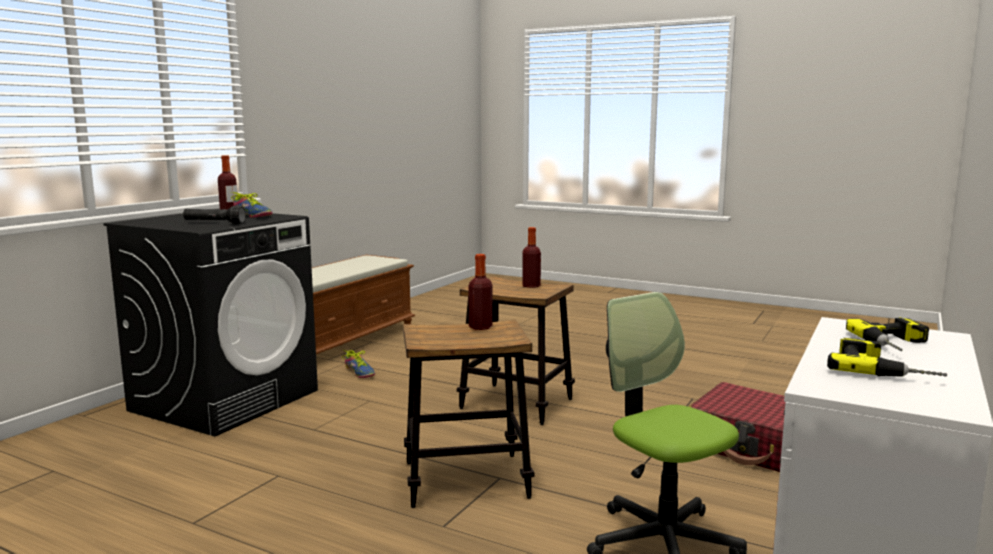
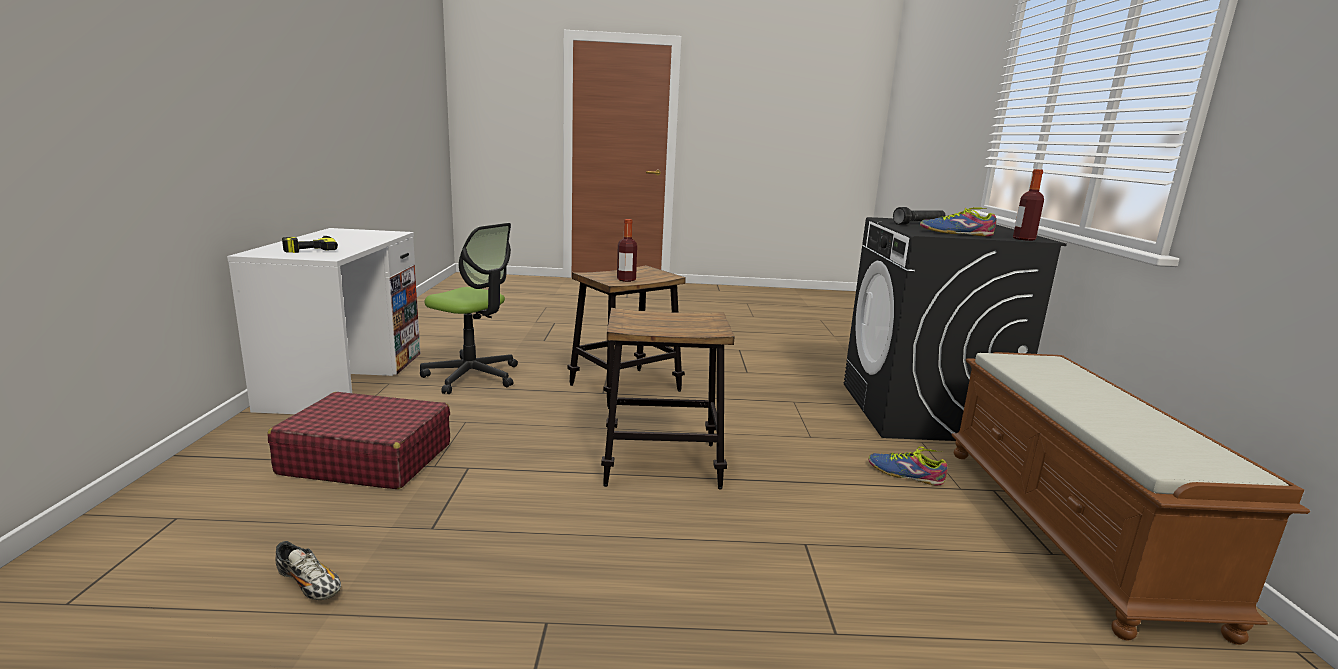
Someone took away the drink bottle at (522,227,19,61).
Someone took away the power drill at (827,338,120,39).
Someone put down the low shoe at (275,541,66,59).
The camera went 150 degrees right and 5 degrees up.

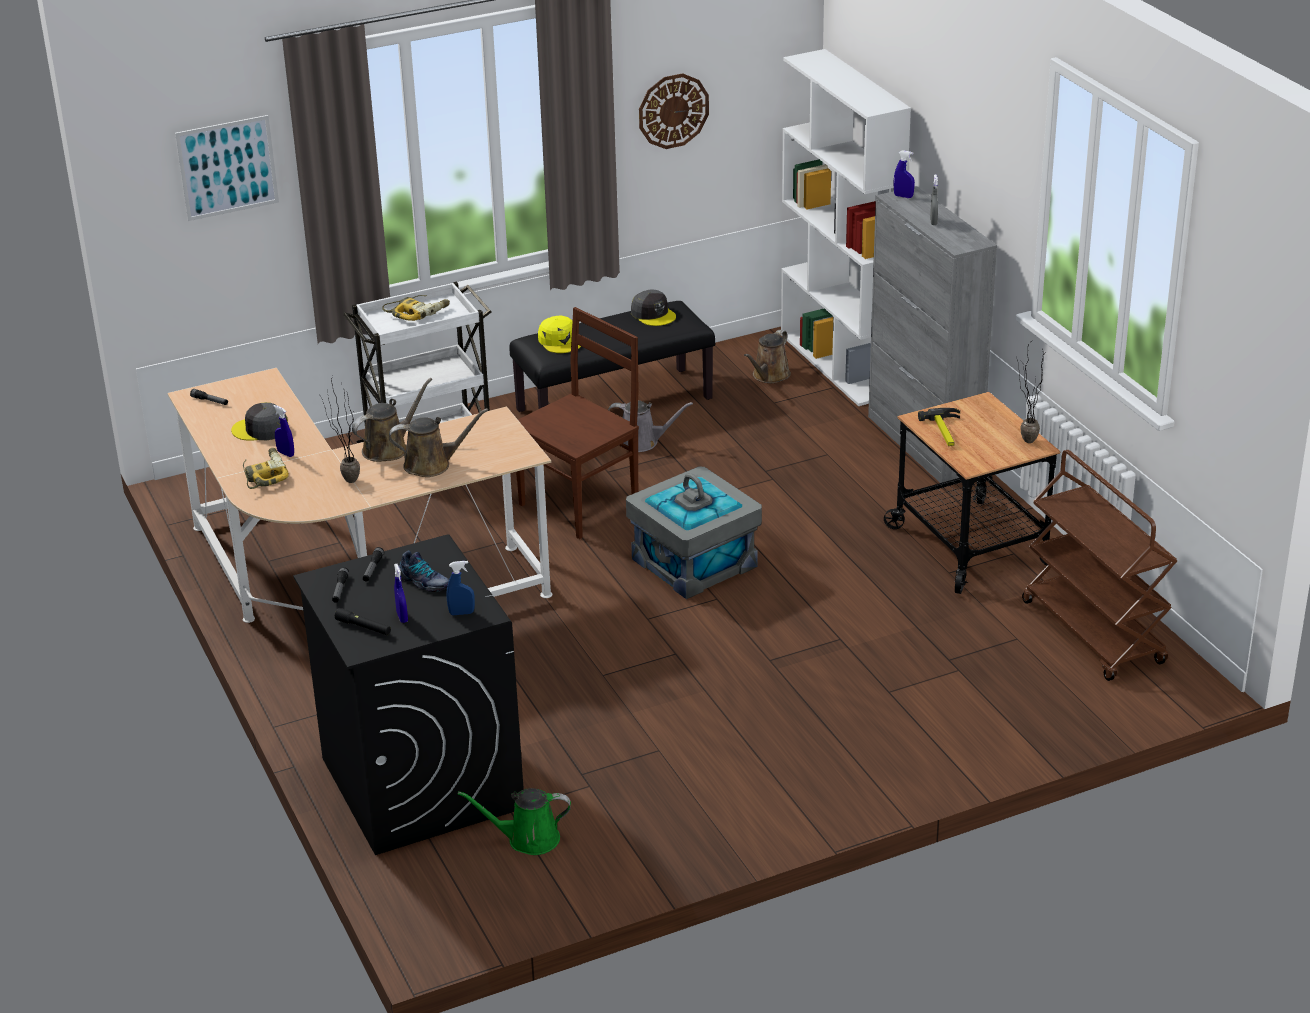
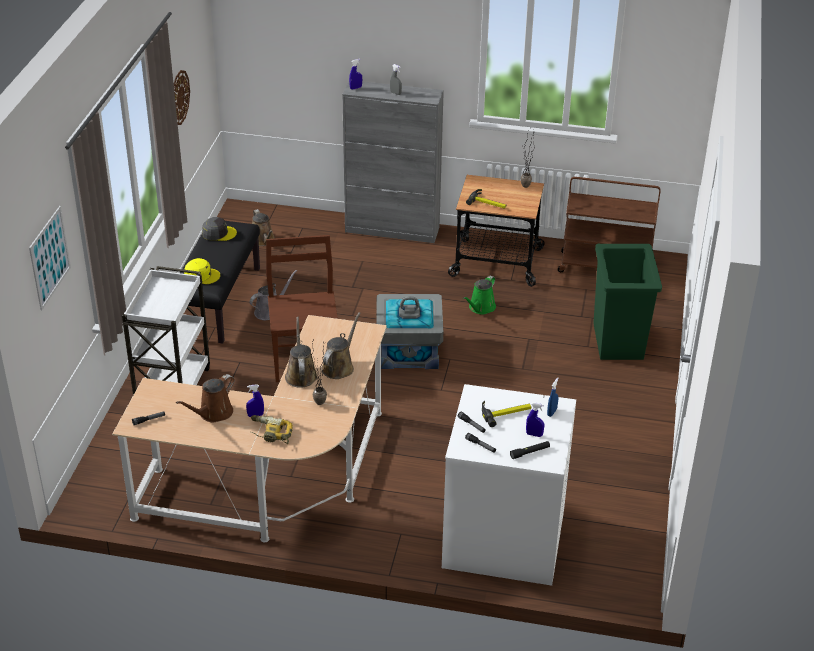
Someone took away the power drill at (382,295,68,26).
Someone took away the bookcase in white-coloured at (781,49,130,357).
Someone put down the waste bin in green at (593,244,69,116).
Someone carried the sprinkling can in green from (458,788,113,67) to (463,276,33,38).
Someone swapped the baseball cap in grey at (231,402,57,38) for the sprinkling can in brown-coloured at (176,374,58,48).
Someone swapped the low shoe at (399,551,50,41) for the hand hammer at (482,401,49,26).
Someone repainted the laundry machine in black-coloured at (293,534,231,321), which became the laundry machine in white-coloured at (442,384,134,202).
The camera went 55 degrees left and 5 degrees up.

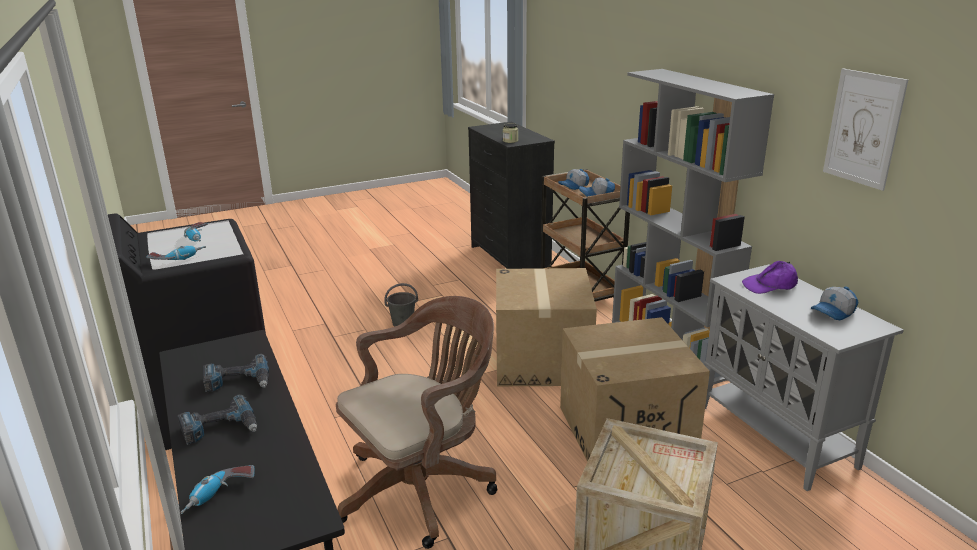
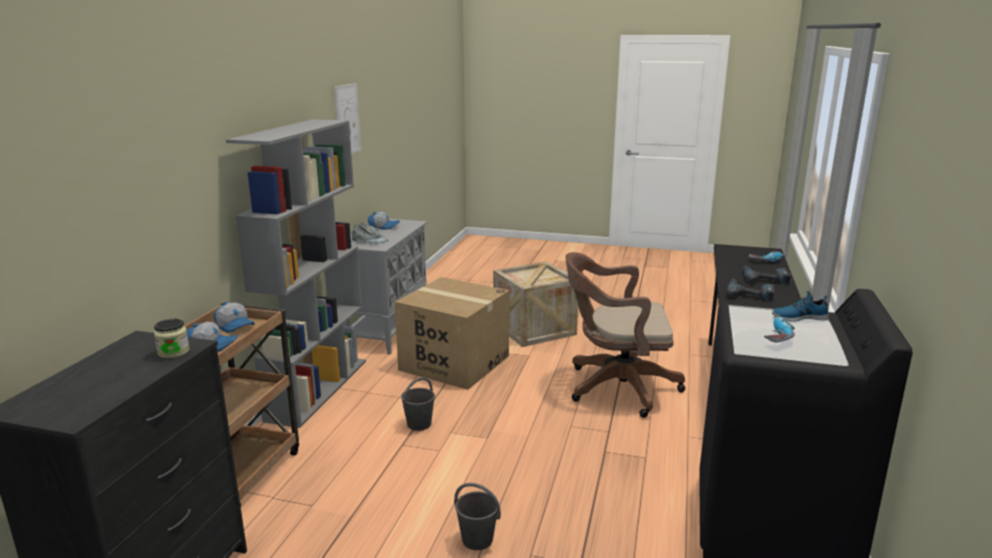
Someone swapped the power drill at (146,246,60,14) for the low shoe at (772,290,57,32).
Someone swapped the carton at (496,268,101,118) for the pail in grey at (401,377,34,54).
Someone repainted the baseball cap in purplish at (742,261,56,33), which became the baseball cap in grey at (352,223,37,21).
The camera went 140 degrees left and 5 degrees down.

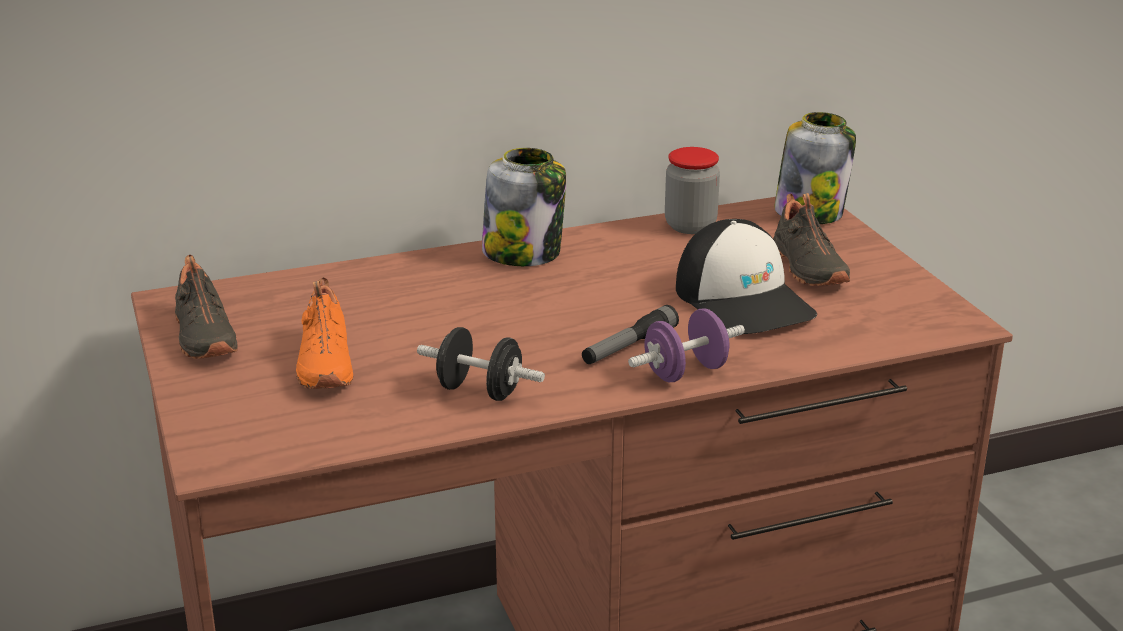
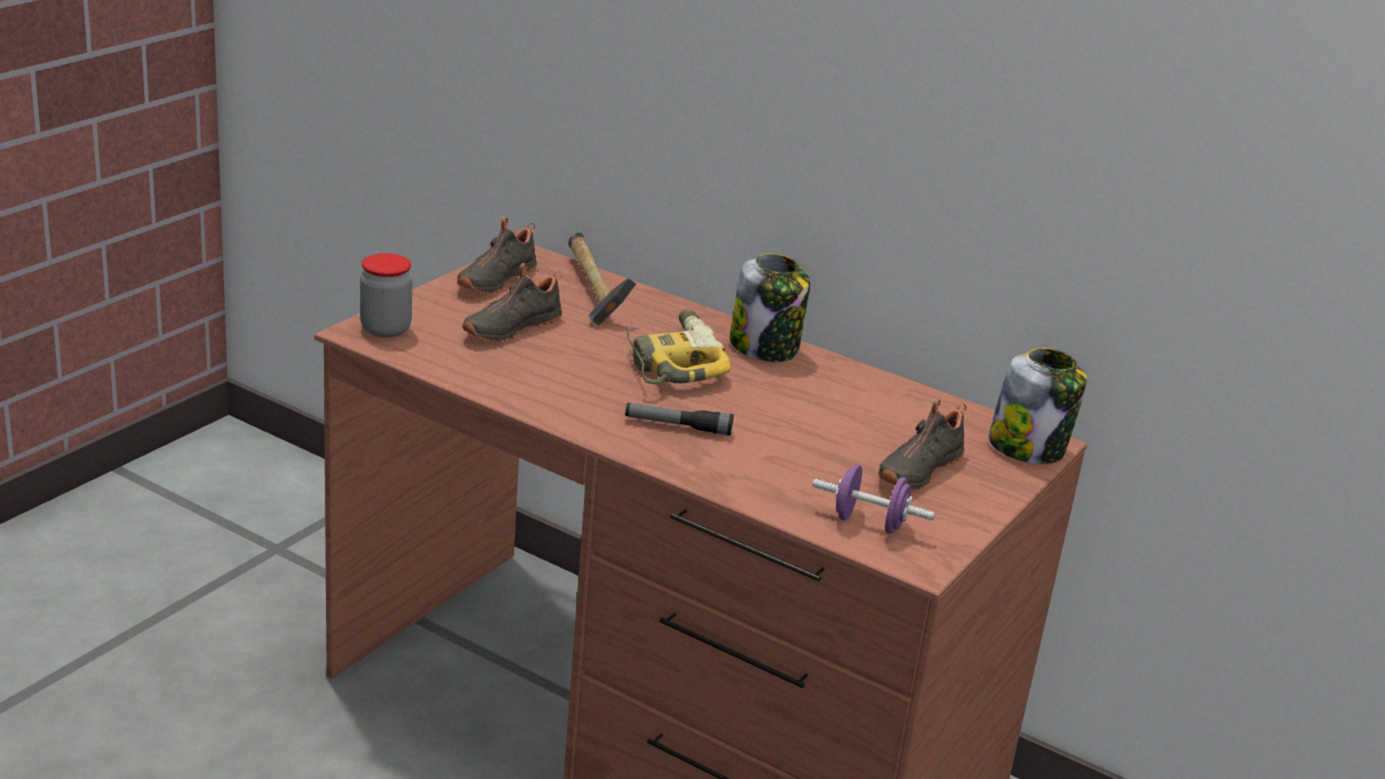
Someone took away the dumbbell in black-coloured at (417,327,128,74).
Someone took away the baseball cap at (676,219,141,115).
Someone put down the hand hammer at (568,233,68,92).
Someone put down the power drill at (627,308,104,76).
Someone carried the dumbbell in purplish from (628,308,117,74) to (813,464,122,70).
Someone carried the preserve jar from (665,147,55,87) to (360,253,53,85).
Someone repainted the low shoe in orange-coloured at (296,277,58,112), which became the low shoe in black-coloured at (463,263,99,79).
The camera went 50 degrees right and 0 degrees up.

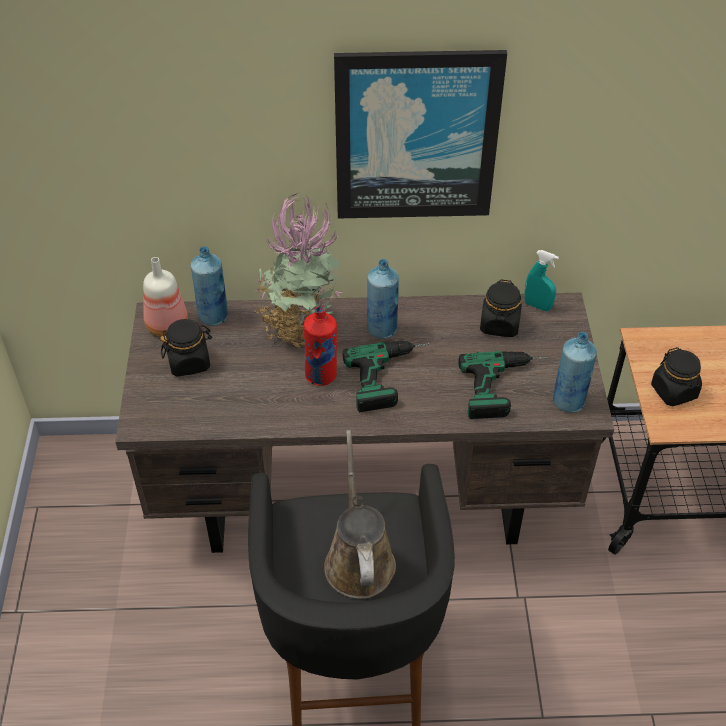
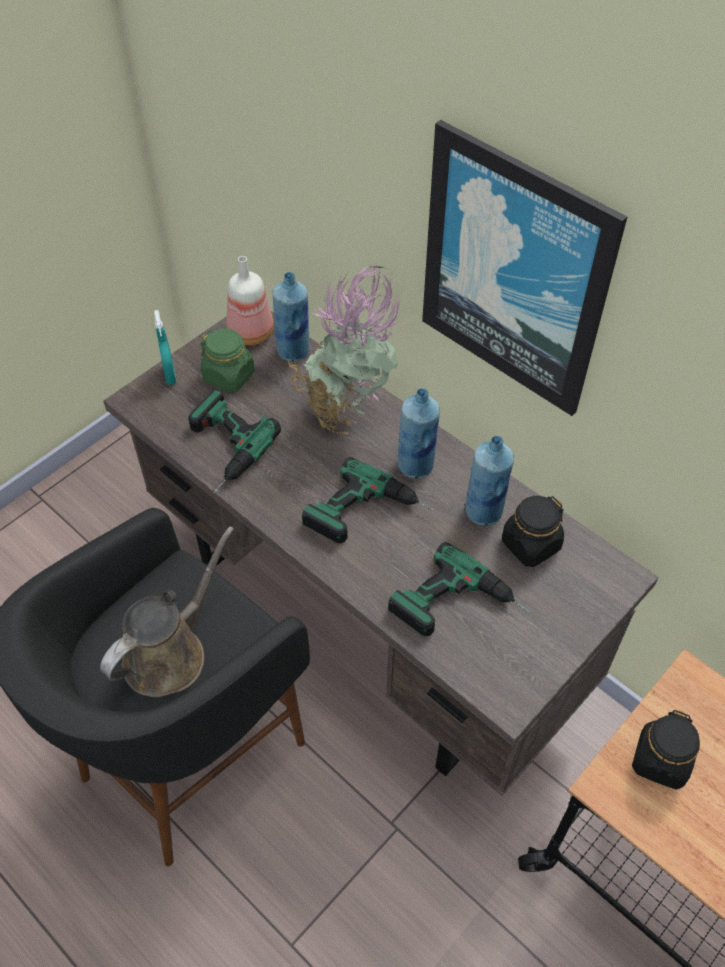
Someone took away the drink bottle in red at (304,306,33,80).
Someone put down the power drill at (188,390,93,103).
Someone carried the hand sprayer in blue-green from (524,250,35,61) to (154,310,22,75).
Someone carried the drink bottle in blue from (553,332,44,81) to (465,436,49,89).
Someone repainted the preserve jar in black-coloured at (160,319,52,58), which became the preserve jar in green at (200,328,55,65).
The camera went 45 degrees right and 5 degrees up.

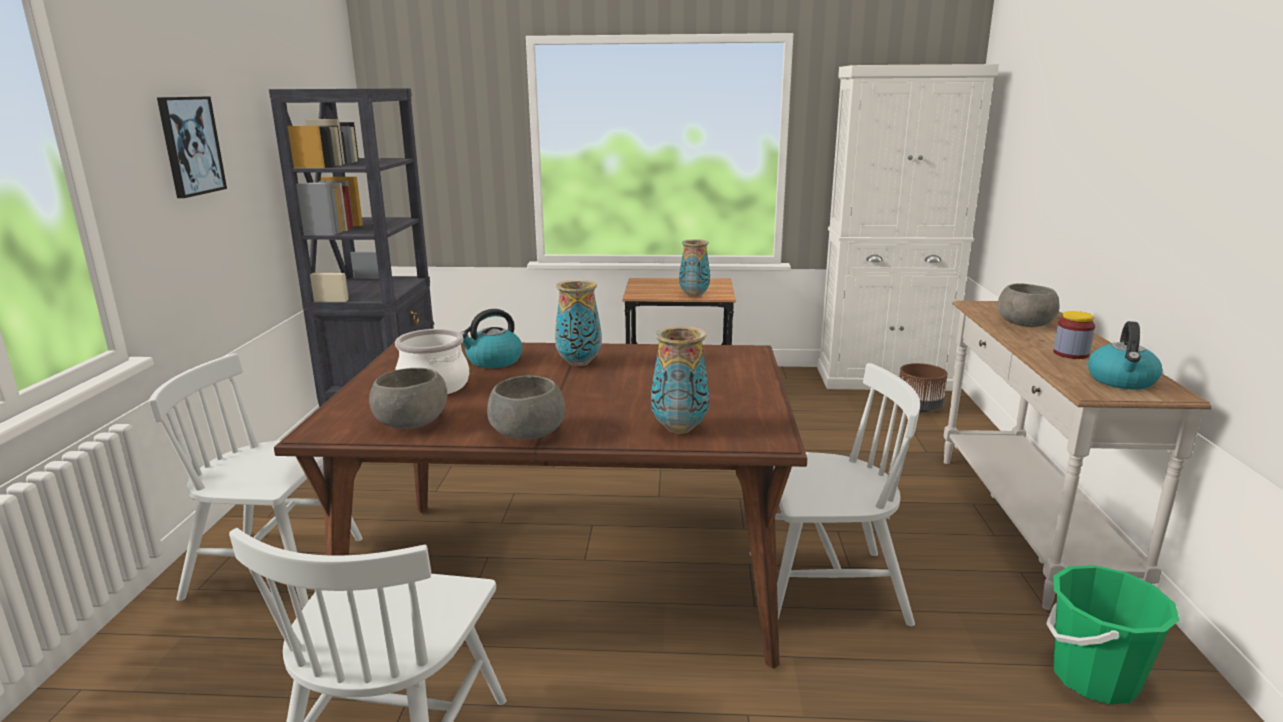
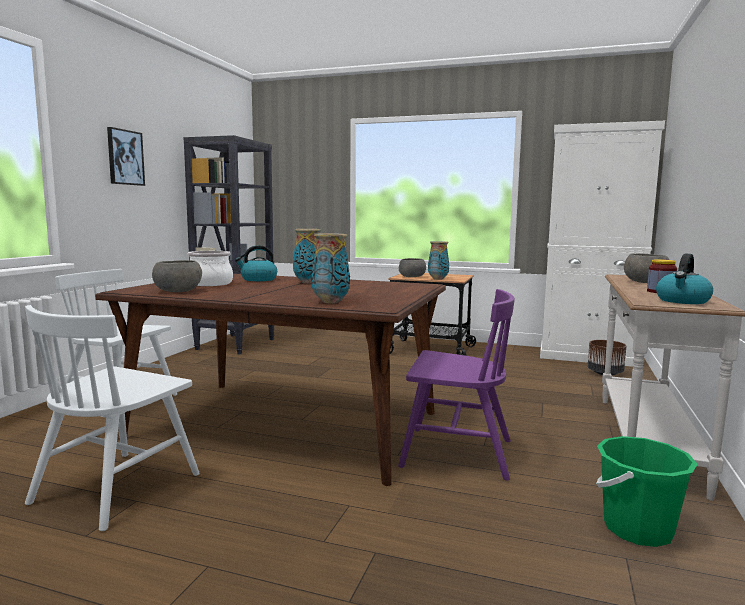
Someone carried the serving bowl in grey from (487,376,78,64) to (399,258,27,19).
Someone repainted the chair in white-coloured at (749,363,171,263), which became the chair in purplish at (398,289,117,192).
The camera went 15 degrees right and 10 degrees down.

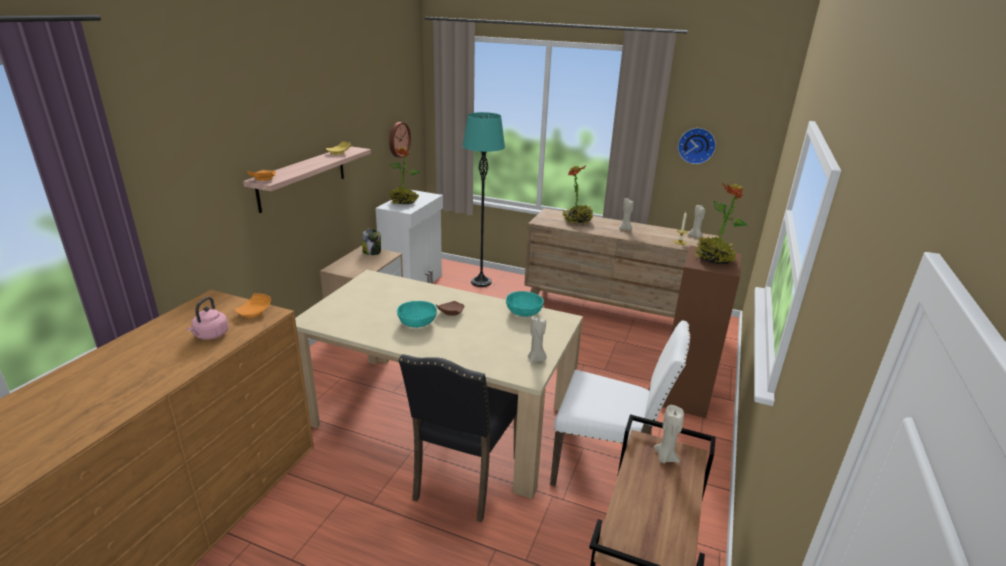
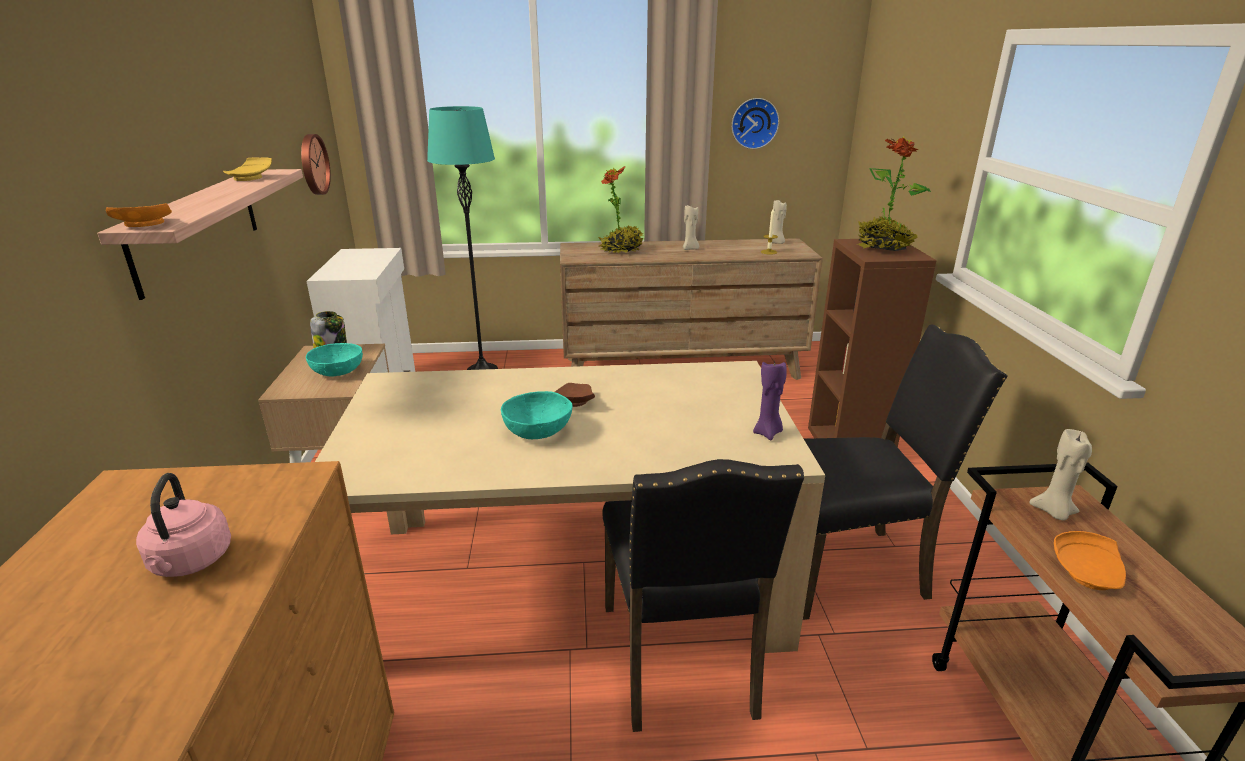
Someone took away the plant in a pot at (389,147,31,57).
Someone carried the dinner plate in orange-coloured from (235,294,36,24) to (1054,531,72,59).
Someone carried the serving bowl in blue-green from (506,291,38,26) to (306,343,57,34).
Someone repainted the wax candle in beige at (528,316,19,48), which became the wax candle in purplish at (753,362,34,78).
Someone repainted the chair in white-coloured at (550,320,140,166), which became the chair in black-coloured at (803,325,205,295).
The camera went 25 degrees left and 0 degrees up.

